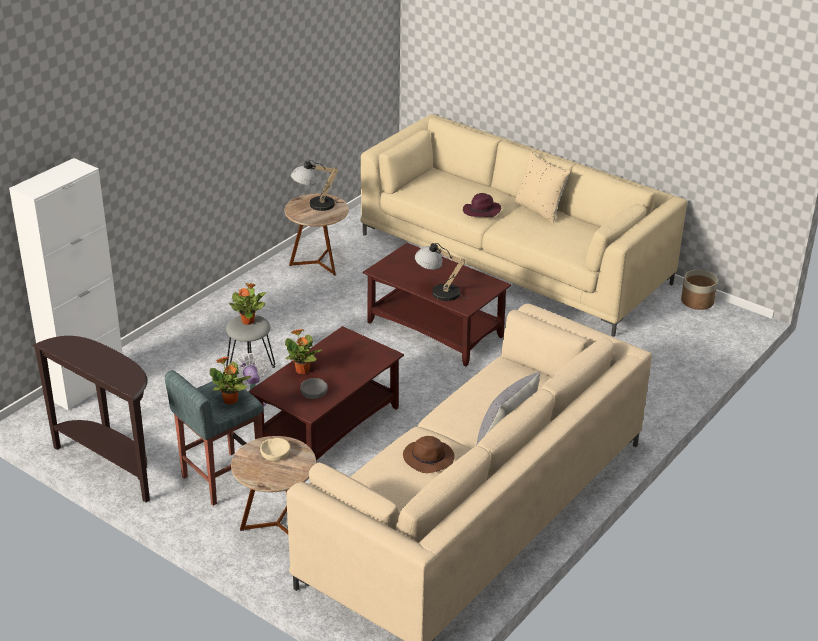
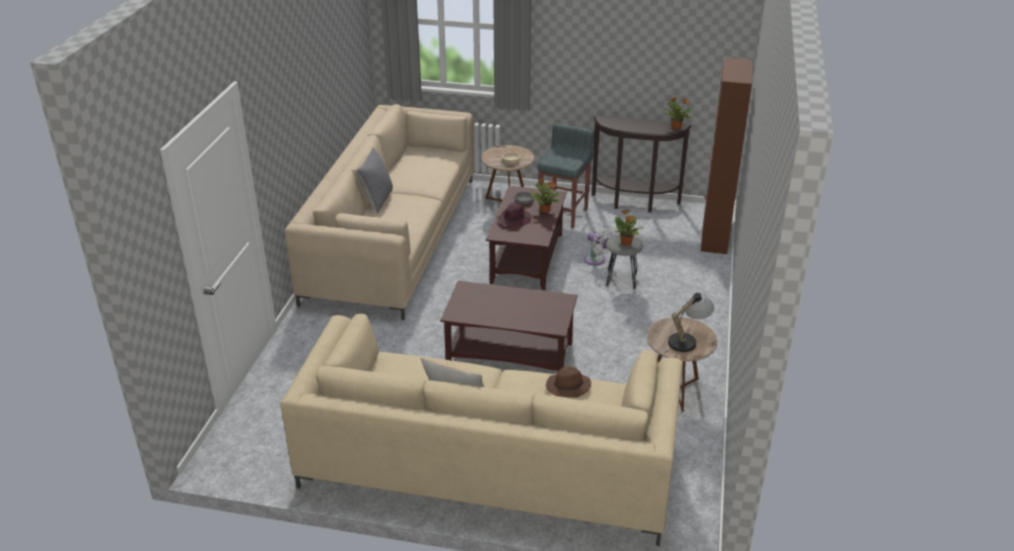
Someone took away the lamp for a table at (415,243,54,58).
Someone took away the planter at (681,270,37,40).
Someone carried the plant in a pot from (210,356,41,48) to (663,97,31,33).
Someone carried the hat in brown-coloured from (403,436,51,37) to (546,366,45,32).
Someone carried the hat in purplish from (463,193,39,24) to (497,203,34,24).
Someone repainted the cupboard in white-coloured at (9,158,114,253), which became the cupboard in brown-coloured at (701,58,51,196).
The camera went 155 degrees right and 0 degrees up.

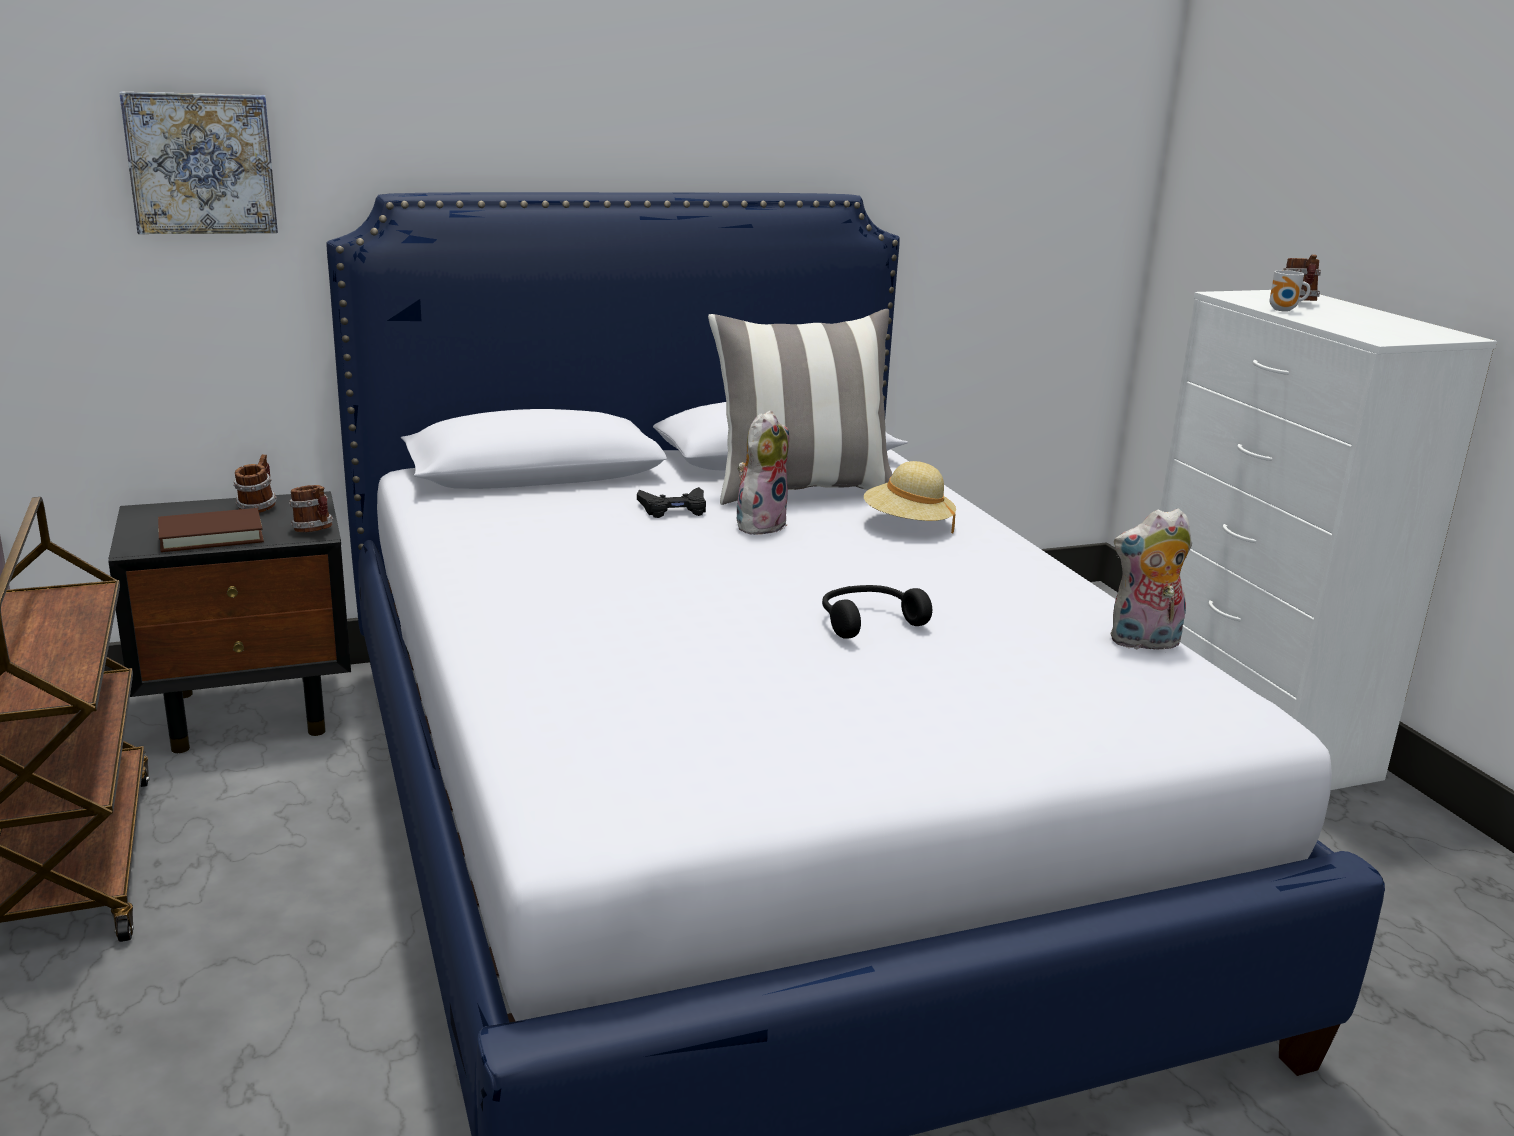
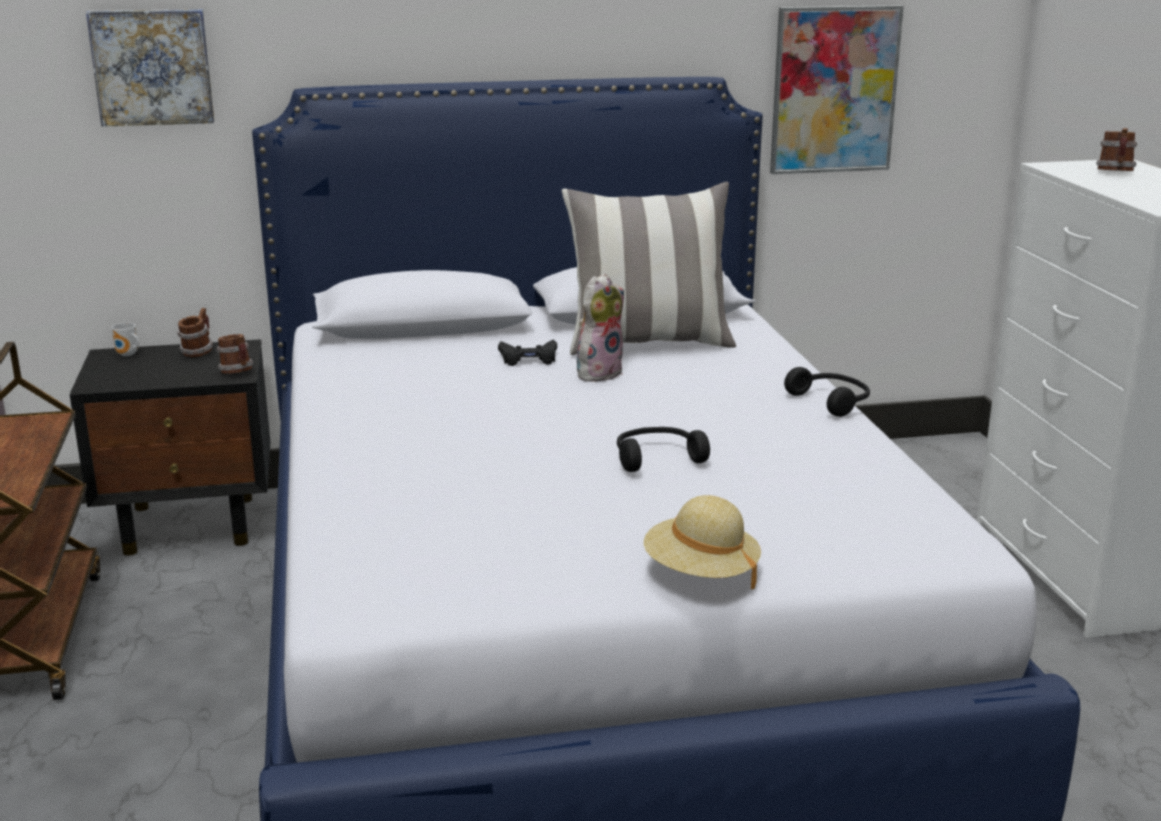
Someone took away the bound book in brown-coloured at (158,508,106,44).
Someone took away the cuddly toy at (1111,508,81,145).
Someone put up the wall art at (770,5,134,169).
Someone put down the headset in black-coloured at (784,367,86,50).
Someone carried the hat in beige from (864,461,92,72) to (644,495,117,94).
Someone carried the tea mug from (1269,270,41,42) to (112,323,27,33).
The camera went 10 degrees right and 0 degrees up.

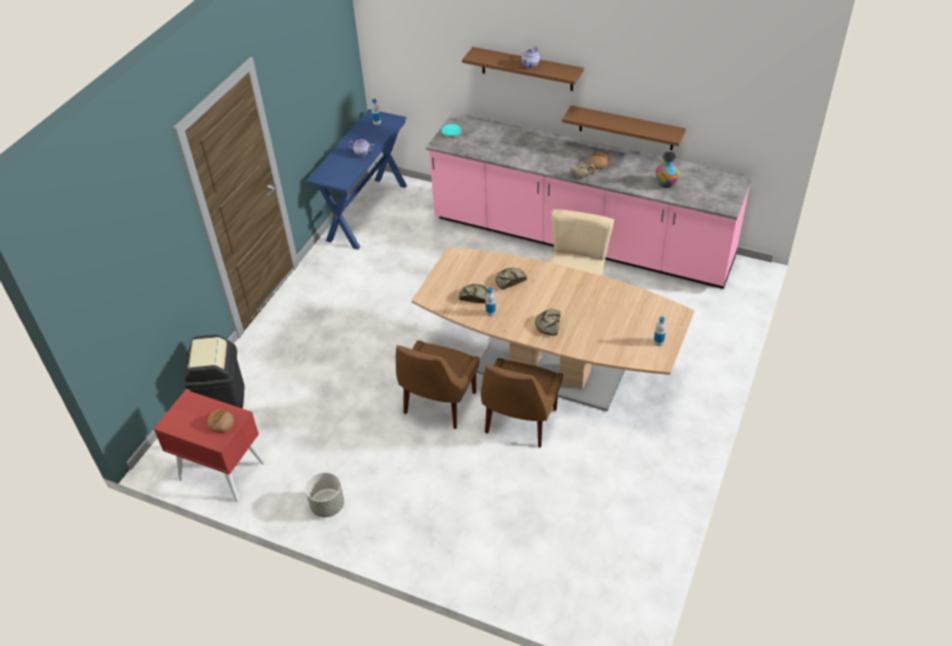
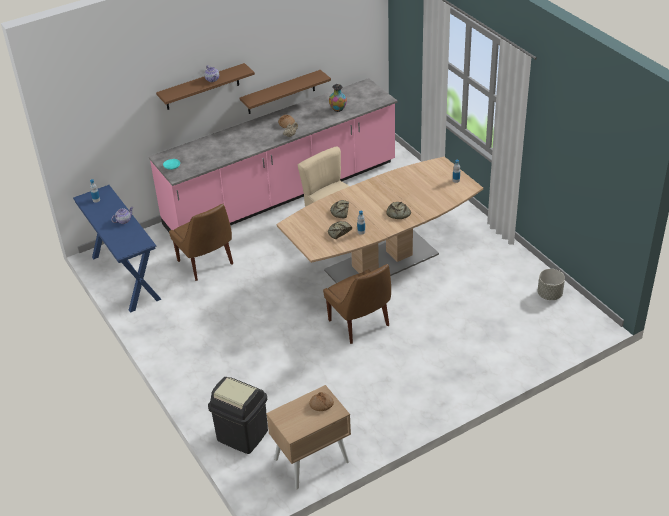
Someone carried the planter in grey from (305,472,39,45) to (537,269,28,31).
Someone carried the chair in brown-coloured from (481,358,82,90) to (169,204,64,77).
Someone repainted the nightstand in red at (154,390,111,112), which became the nightstand in beige at (266,385,85,104).
The camera went 55 degrees left and 5 degrees down.

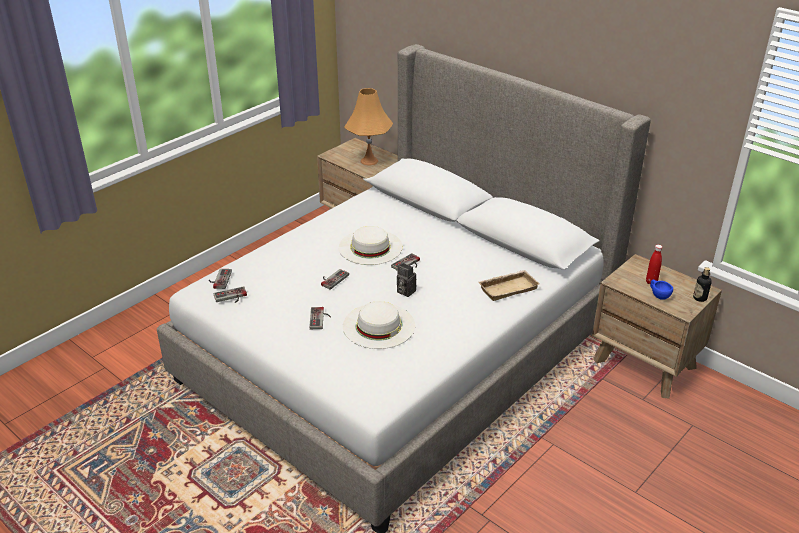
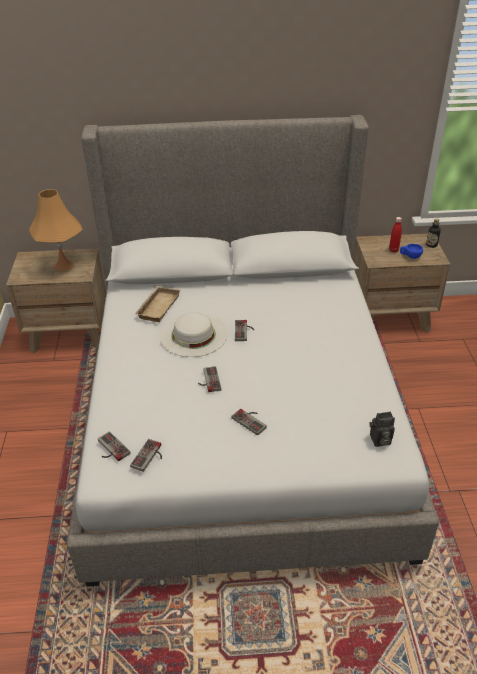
Someone took away the hat in white-coloured at (343,301,72,48).
Someone carried the still camera from (397,263,19,34) to (370,412,25,35).
Someone carried the serving tray in beige from (478,270,62,31) to (135,286,46,36).
The camera went 45 degrees left and 5 degrees up.

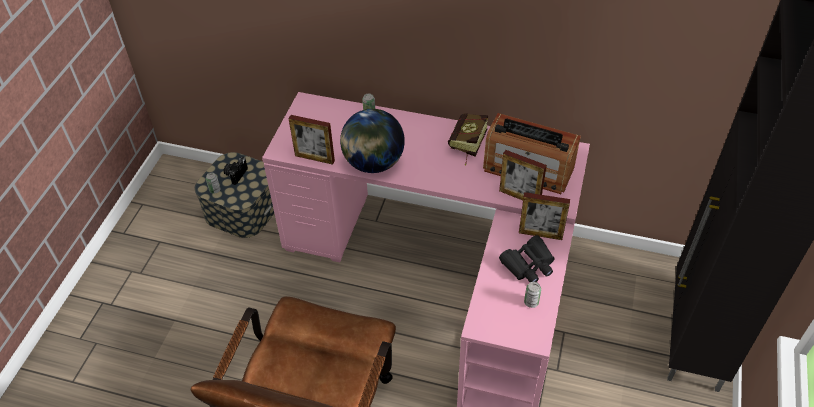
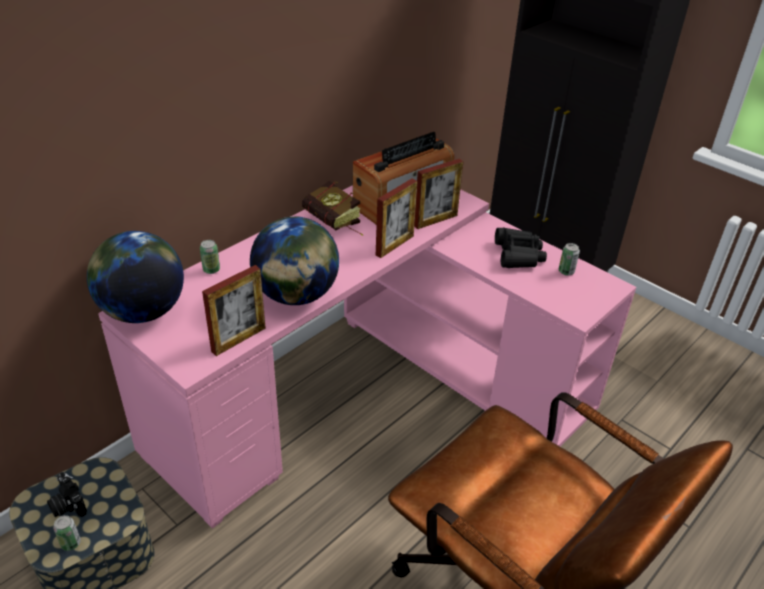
Someone put down the desk globe at (87,231,97,92).
Someone carried the picture frame from (519,192,51,48) to (376,179,42,79).
The camera went 65 degrees left and 10 degrees down.

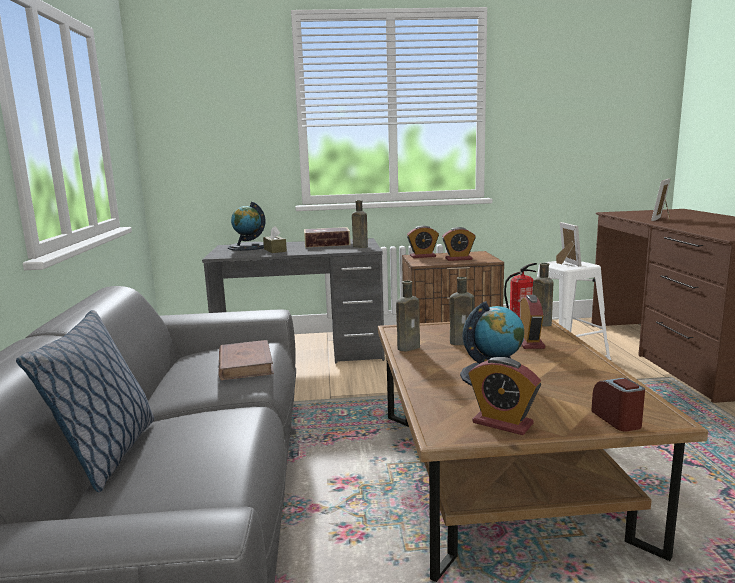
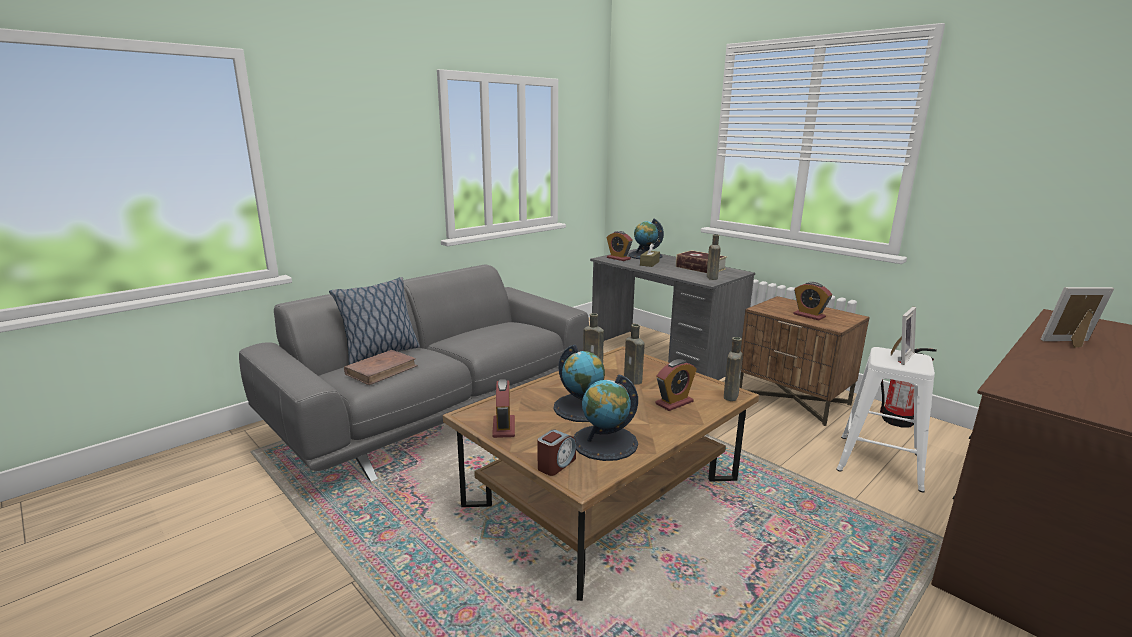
Someone put down the desk globe at (574,374,64,87).
Someone carried the bound book in brown-coloured from (218,340,56,40) to (344,350,74,35).
Someone carried the table clock from (407,226,32,32) to (607,231,26,30).
The camera went 50 degrees right and 5 degrees up.

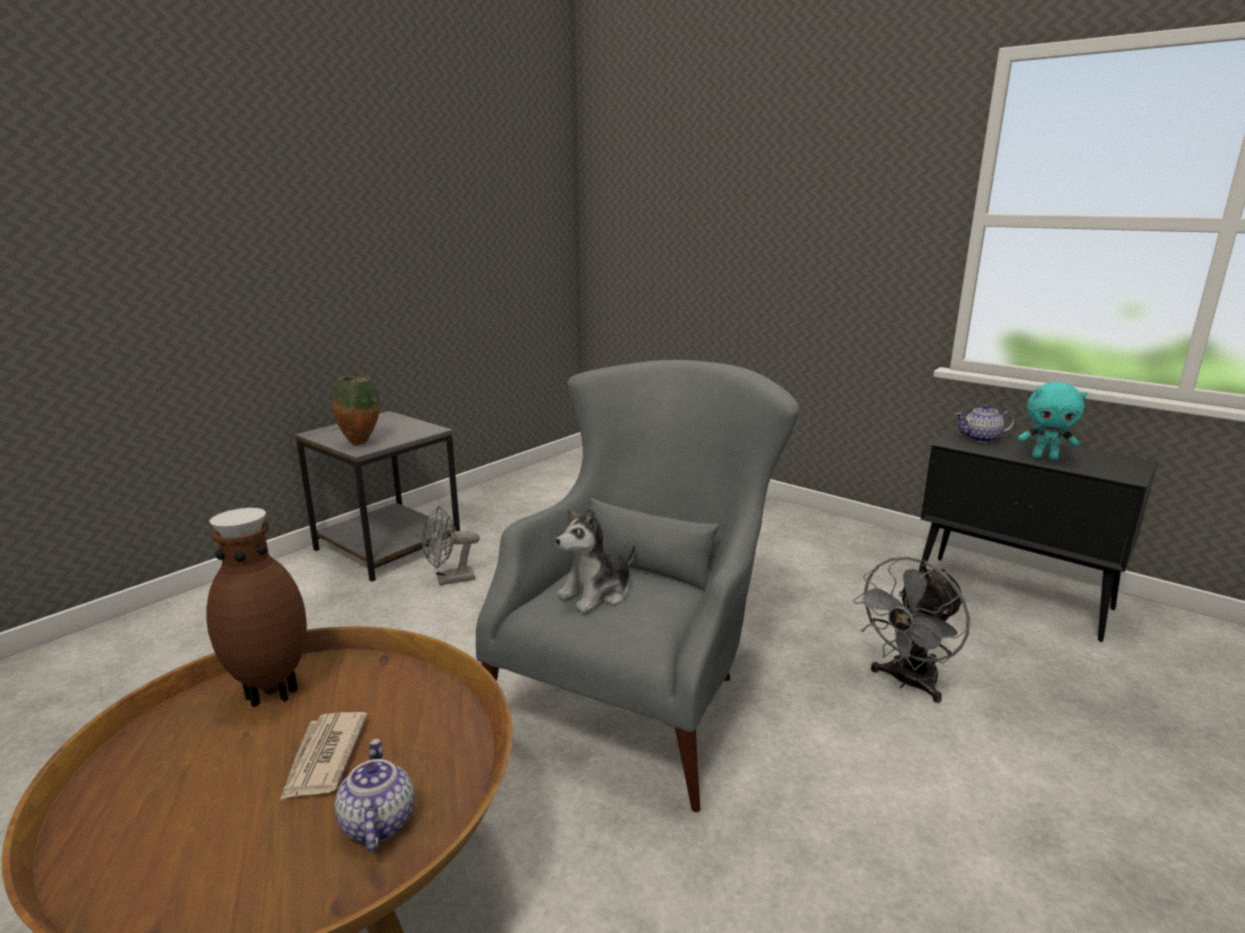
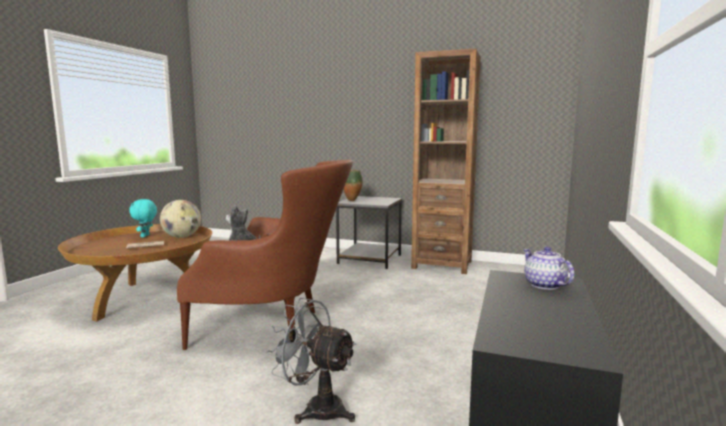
Someone took away the tea pot at (335,739,79,114).
Someone took away the cooling fan in grey at (422,506,58,79).
Someone put down the bookcase in brown-coloured at (411,48,70,226).
Someone carried the cuddly toy in blue-green from (1018,382,69,78) to (129,199,28,38).
Someone swapped the vase in brown-coloured at (206,508,101,199) for the desk globe at (160,200,41,38).
Someone repainted the lounge chair in grey at (476,360,323,452), which became the lounge chair in brown-coloured at (177,160,176,190).
The camera went 70 degrees right and 10 degrees down.

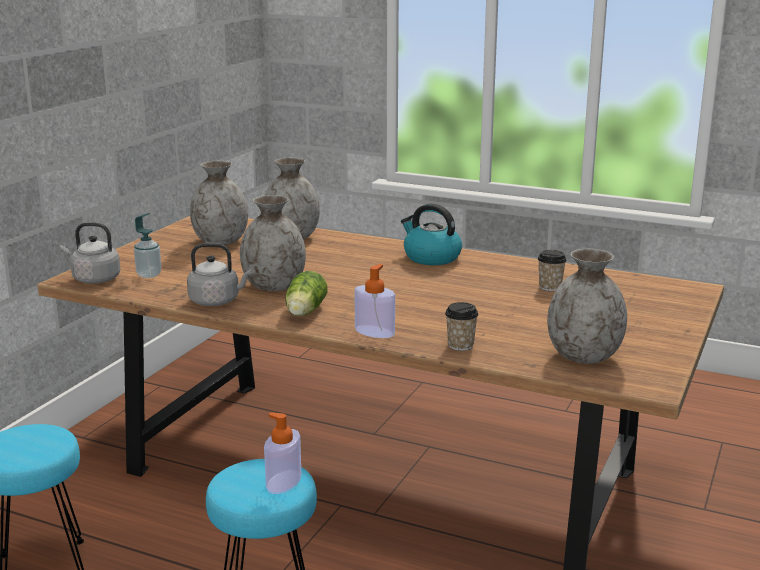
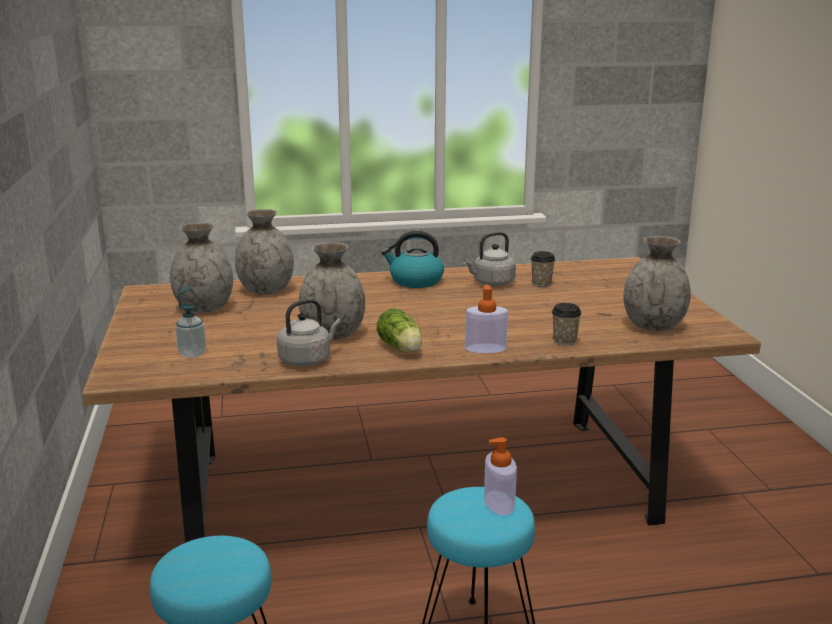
Someone carried the kettle in grey from (60,222,61,62) to (463,232,53,54).
The camera went 35 degrees left and 0 degrees up.

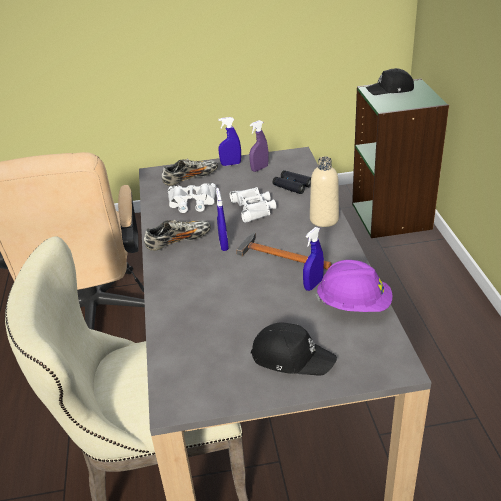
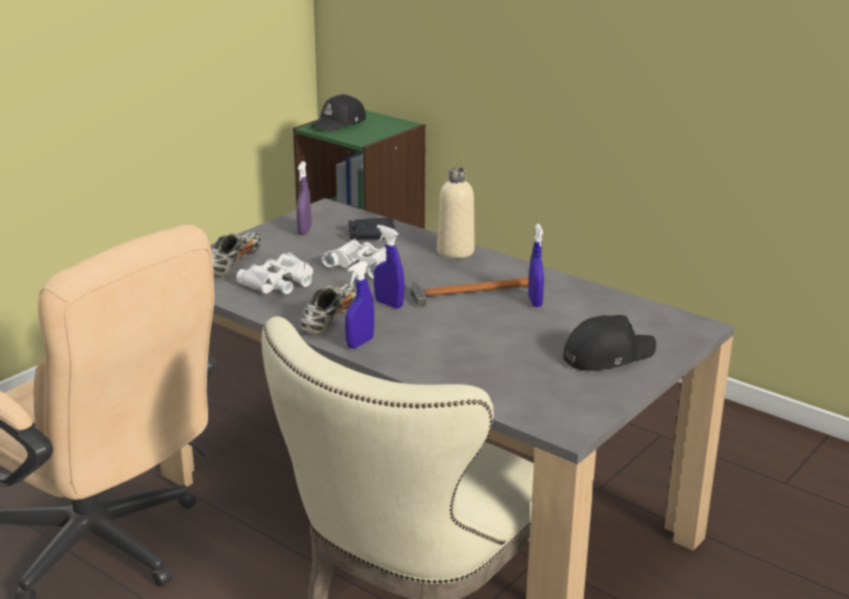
Someone took away the safety helmet in purplish at (316,260,77,52).
Someone carried the hand sprayer in blue from (218,117,23,49) to (345,261,29,88).
The camera went 45 degrees left and 10 degrees down.

